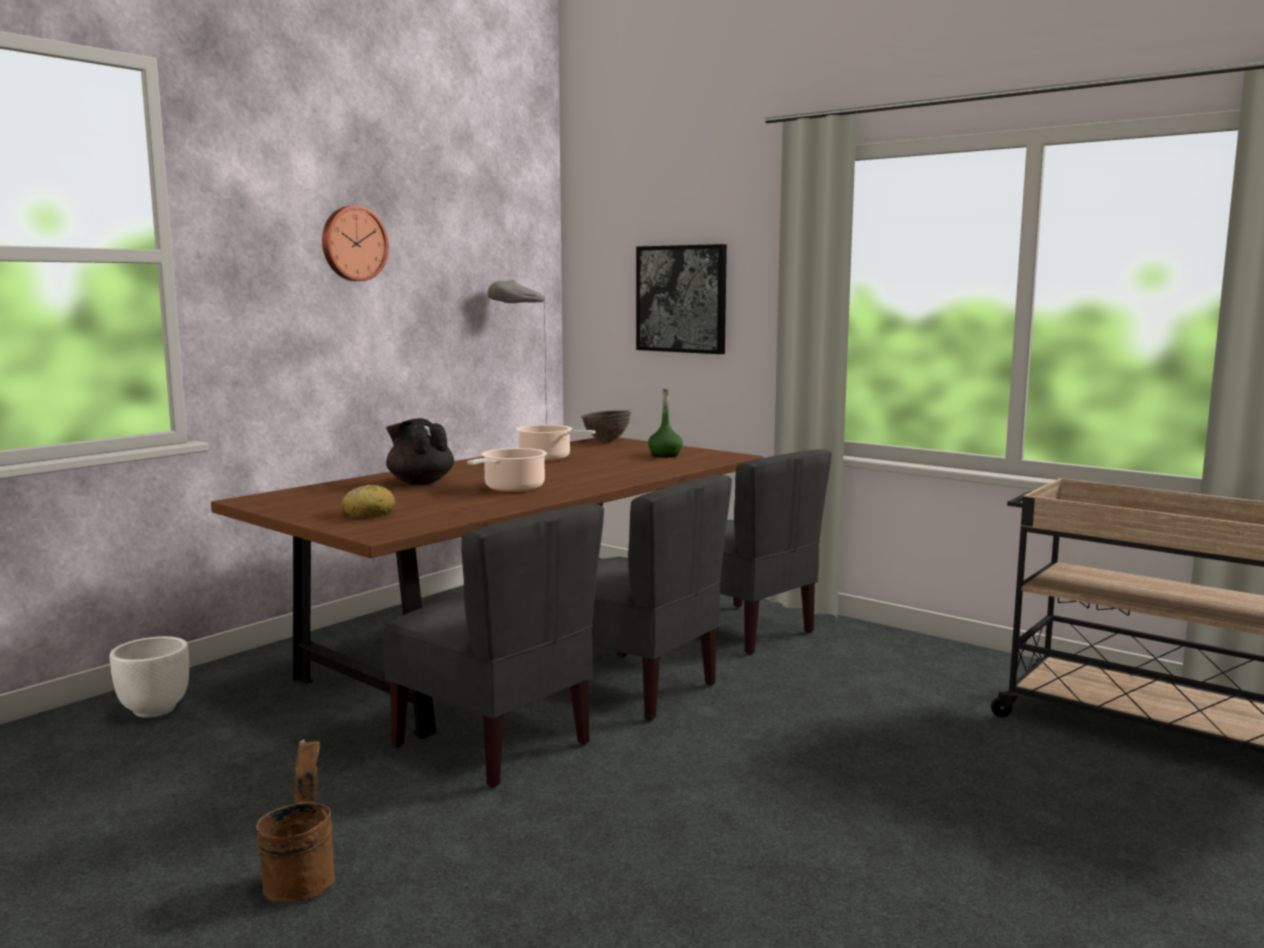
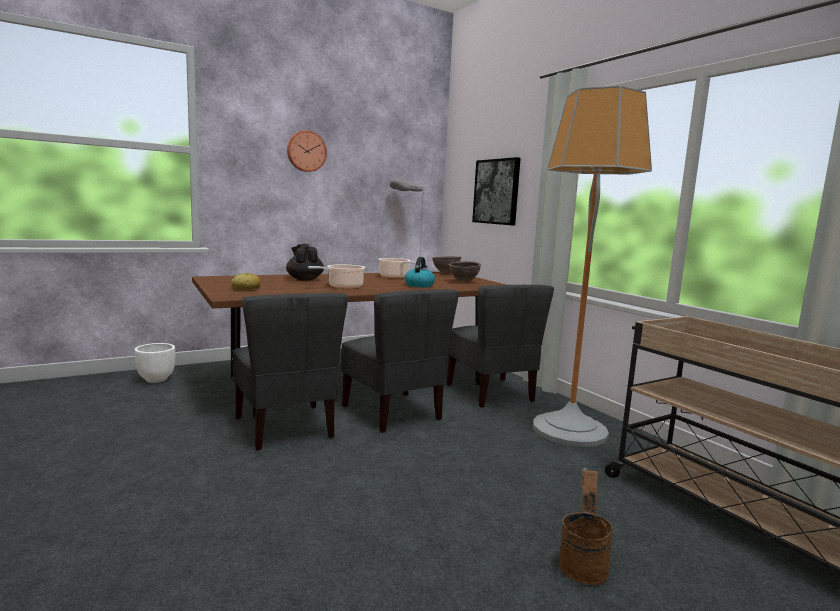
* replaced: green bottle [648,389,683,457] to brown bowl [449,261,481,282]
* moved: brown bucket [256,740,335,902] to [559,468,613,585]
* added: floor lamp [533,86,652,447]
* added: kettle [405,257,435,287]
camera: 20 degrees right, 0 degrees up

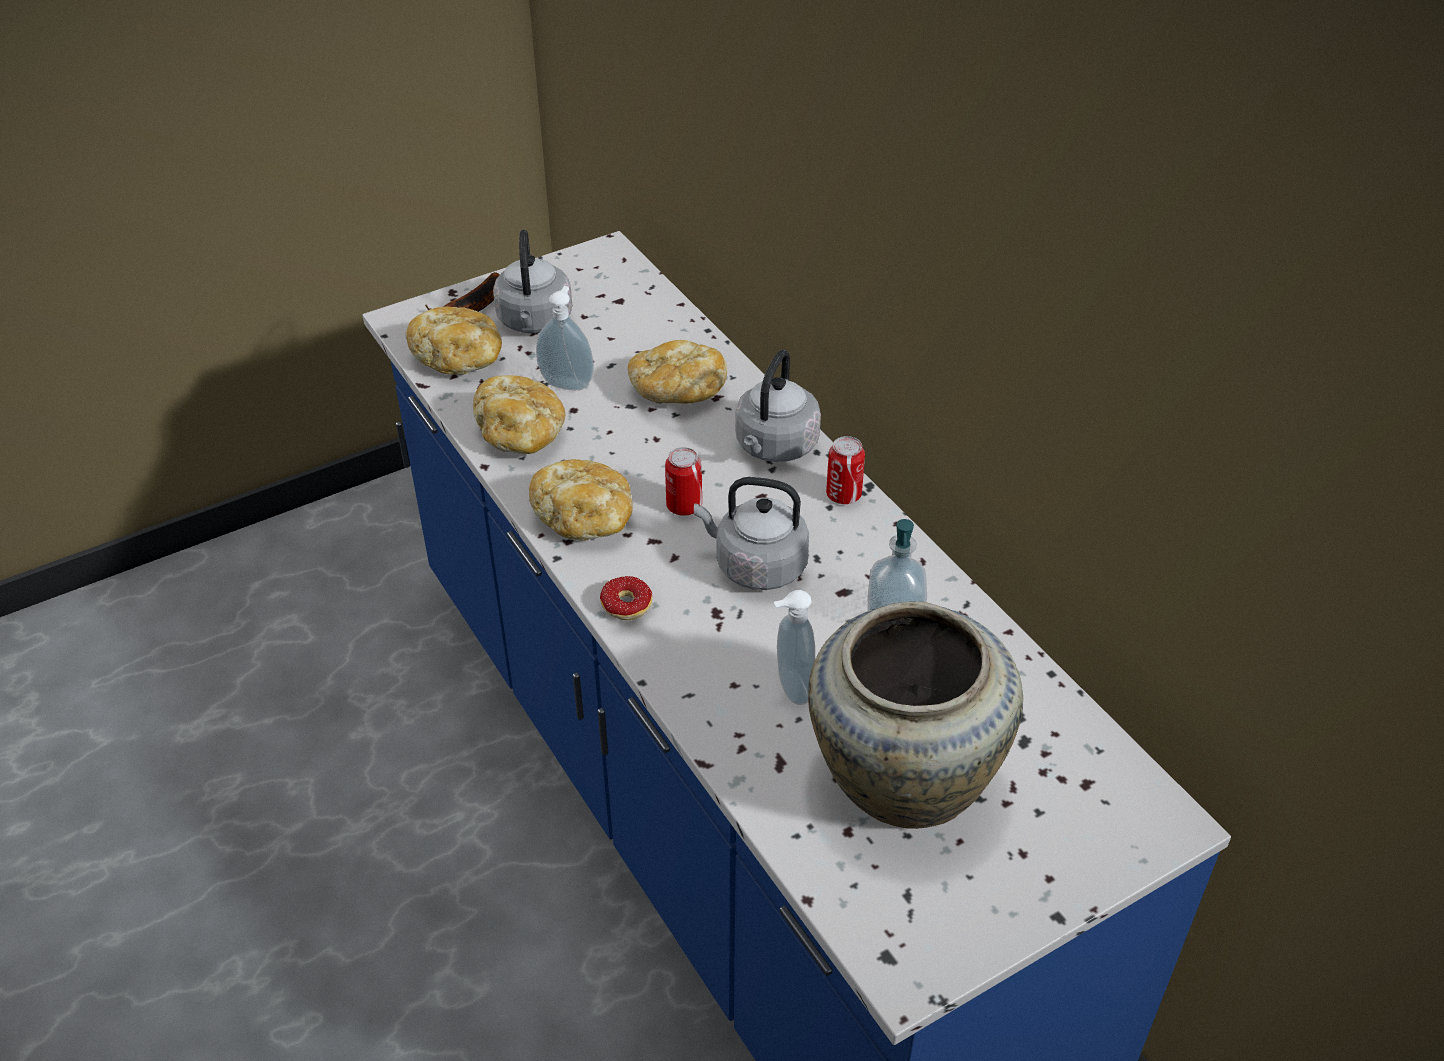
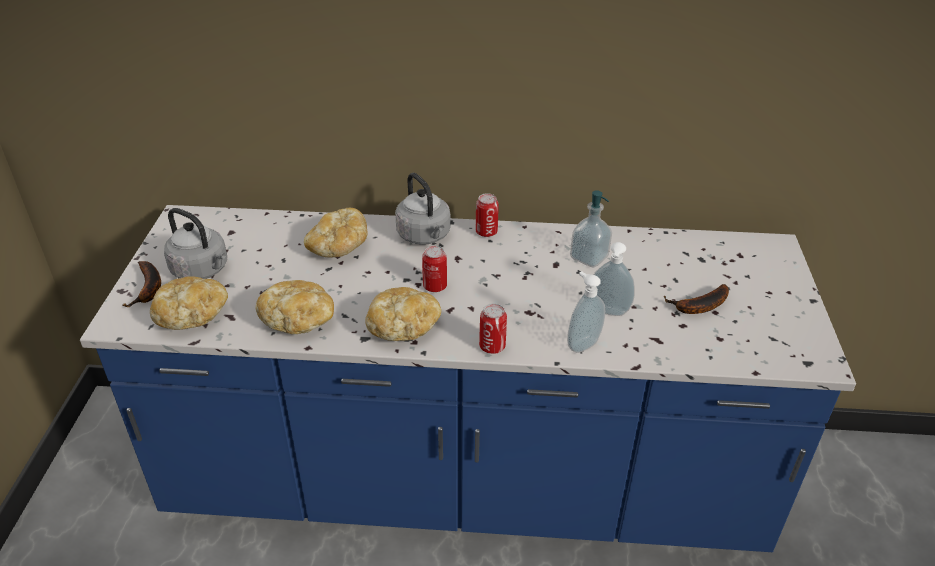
* moved: soap dispenser [536,286,594,390] to [567,271,605,353]
* removed: grey kettle [694,477,809,590]
* replaced: donut [600,576,652,620] to can [479,303,507,354]
* replaced: beige vase [808,602,1023,829] to banana [664,284,729,314]
camera: 55 degrees left, 5 degrees down

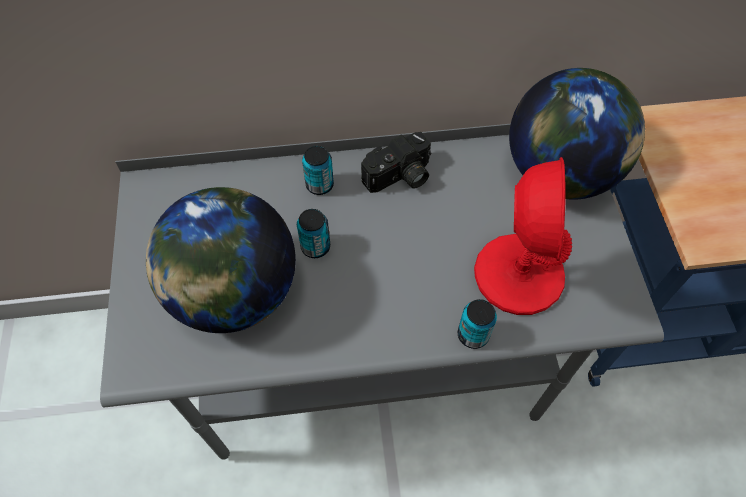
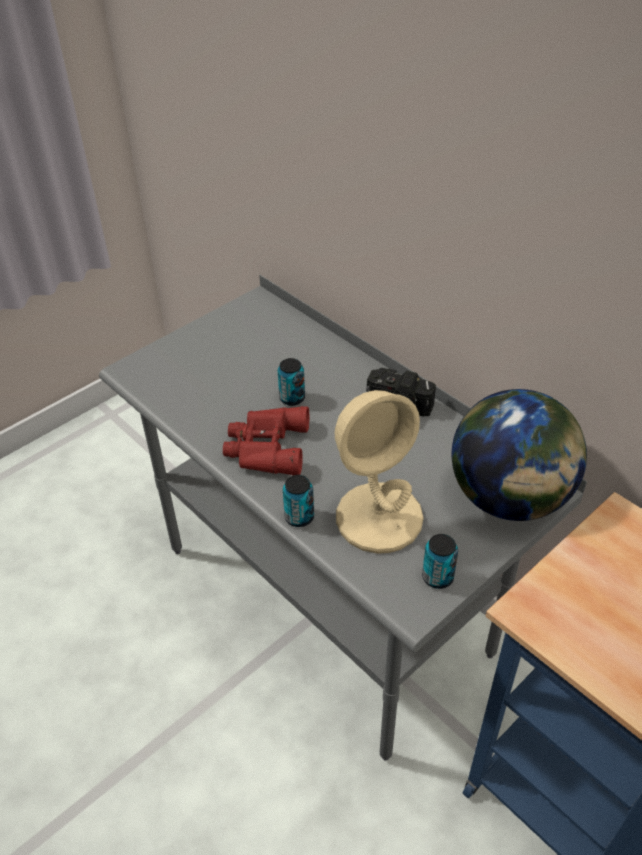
* moved: can [302,146,334,195] to [422,534,458,589]
* recoloured: red table lamp [474,157,572,315] to beige table lamp [335,390,424,554]
* removed: globe [146,187,296,333]
* added: red binoculars [223,406,309,475]
camera: 55 degrees right, 15 degrees down

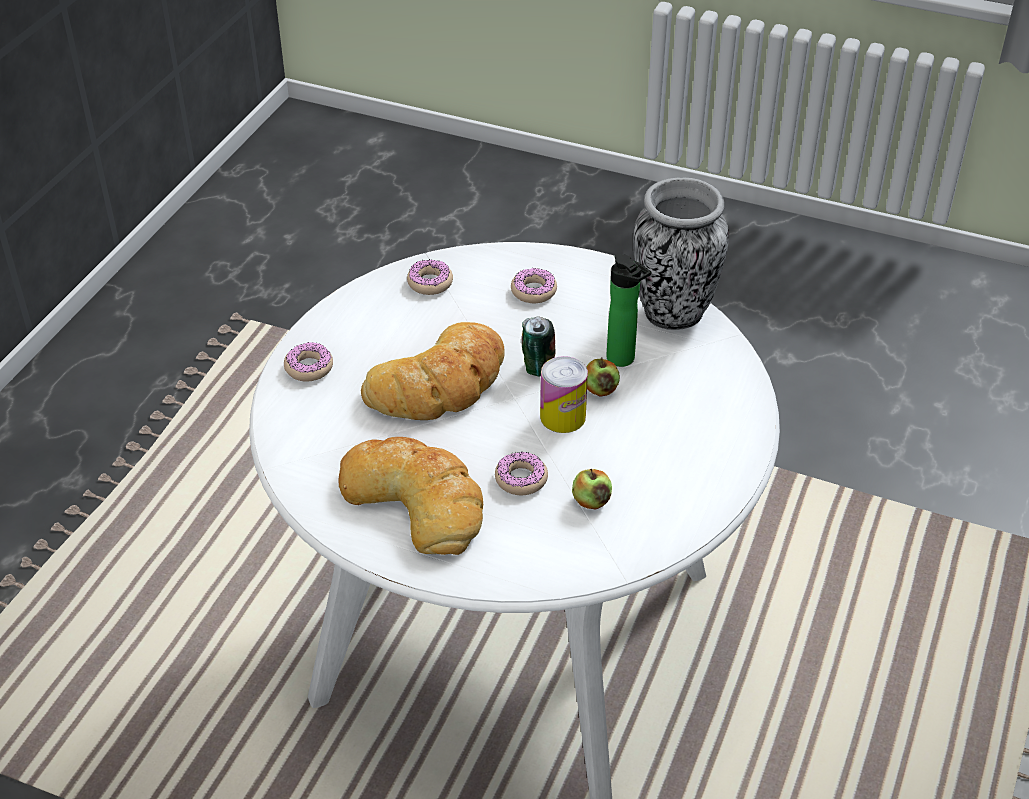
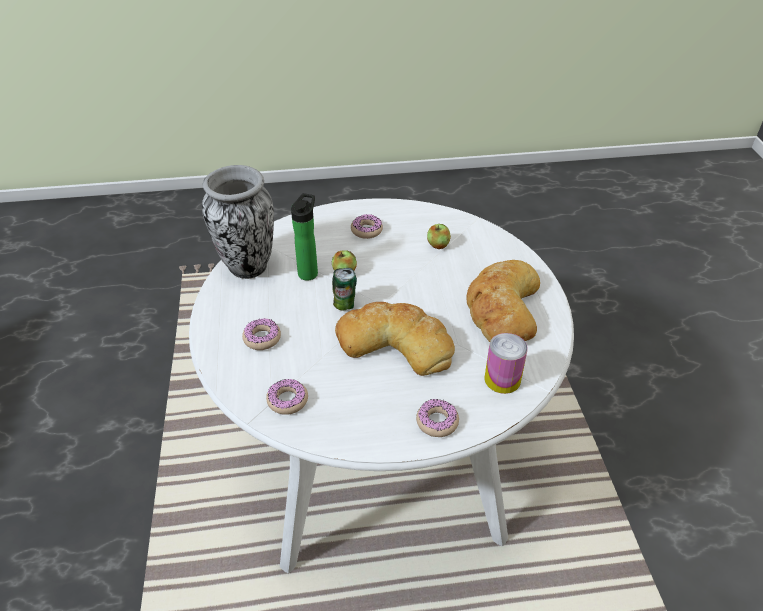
* moved: can [540,356,588,433] to [485,333,528,394]
* moved: donut [495,451,548,495] to [351,214,383,239]
camera: 120 degrees left, 0 degrees up

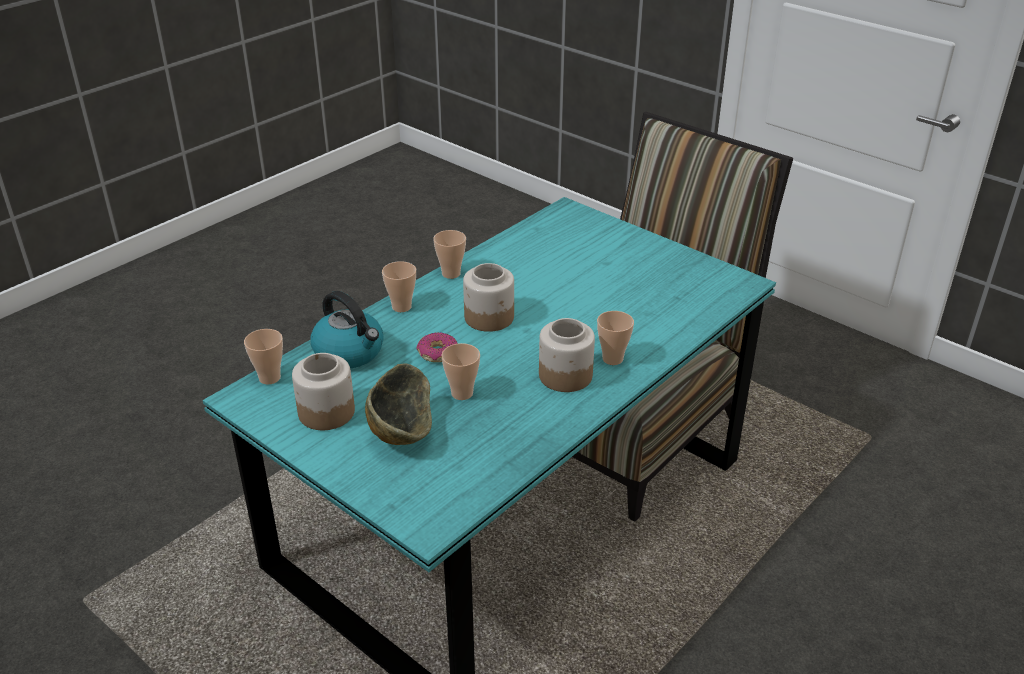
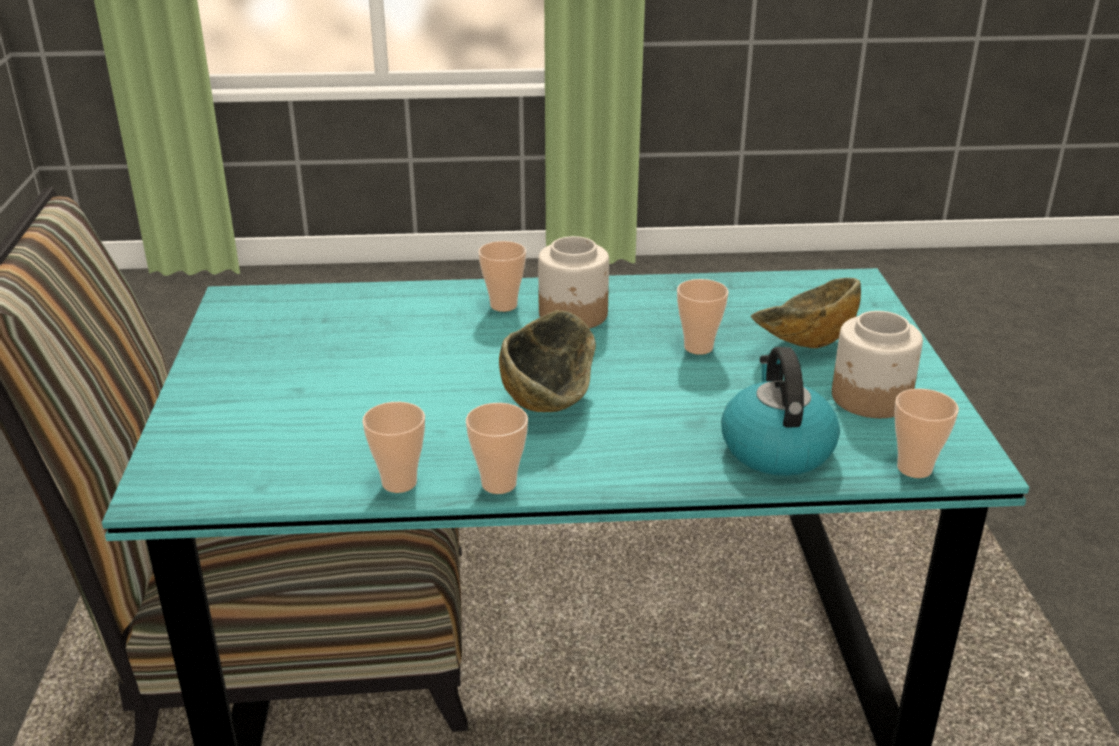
* moved: cup [382,261,416,312] to [362,402,425,493]
* replaced: jar [463,263,514,332] to bowl [499,310,596,412]
* removed: donut [417,332,457,362]
camera: 135 degrees left, 5 degrees down

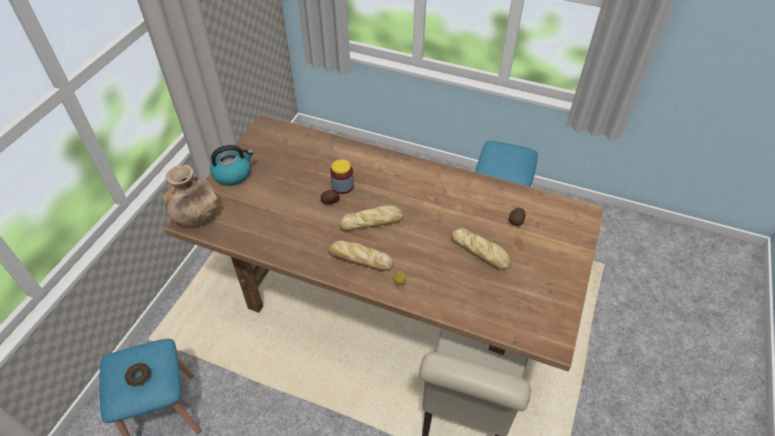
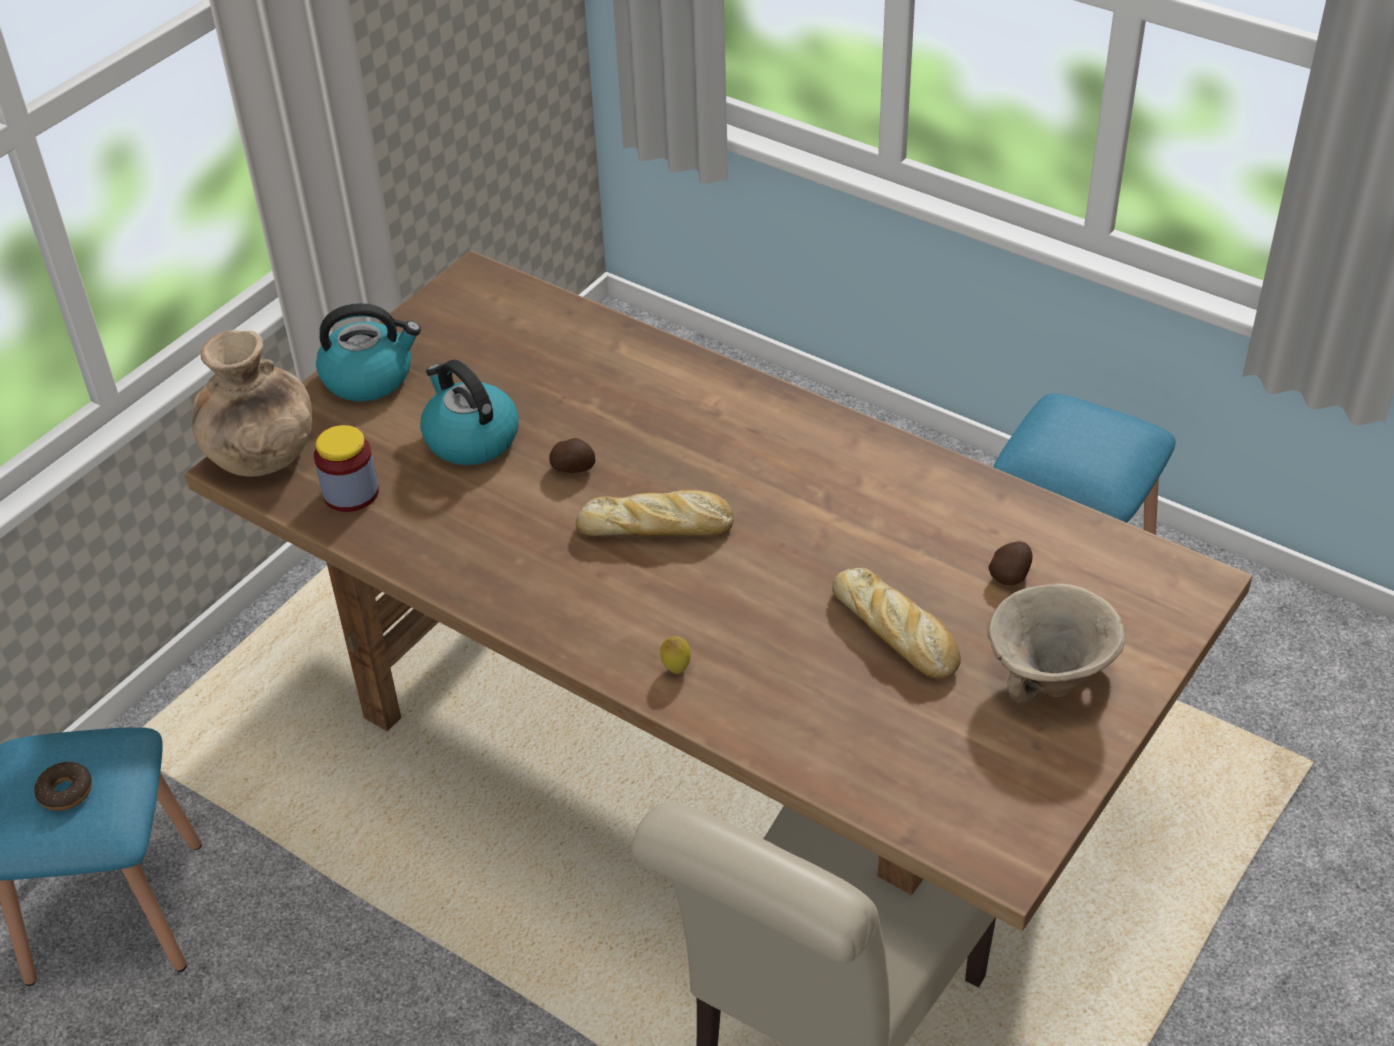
* moved: jar [330,159,354,194] to [314,425,379,512]
* removed: bread [328,240,394,271]
* added: kettle [420,360,519,465]
* added: beige bowl [988,583,1126,704]
camera: 15 degrees right, 5 degrees down

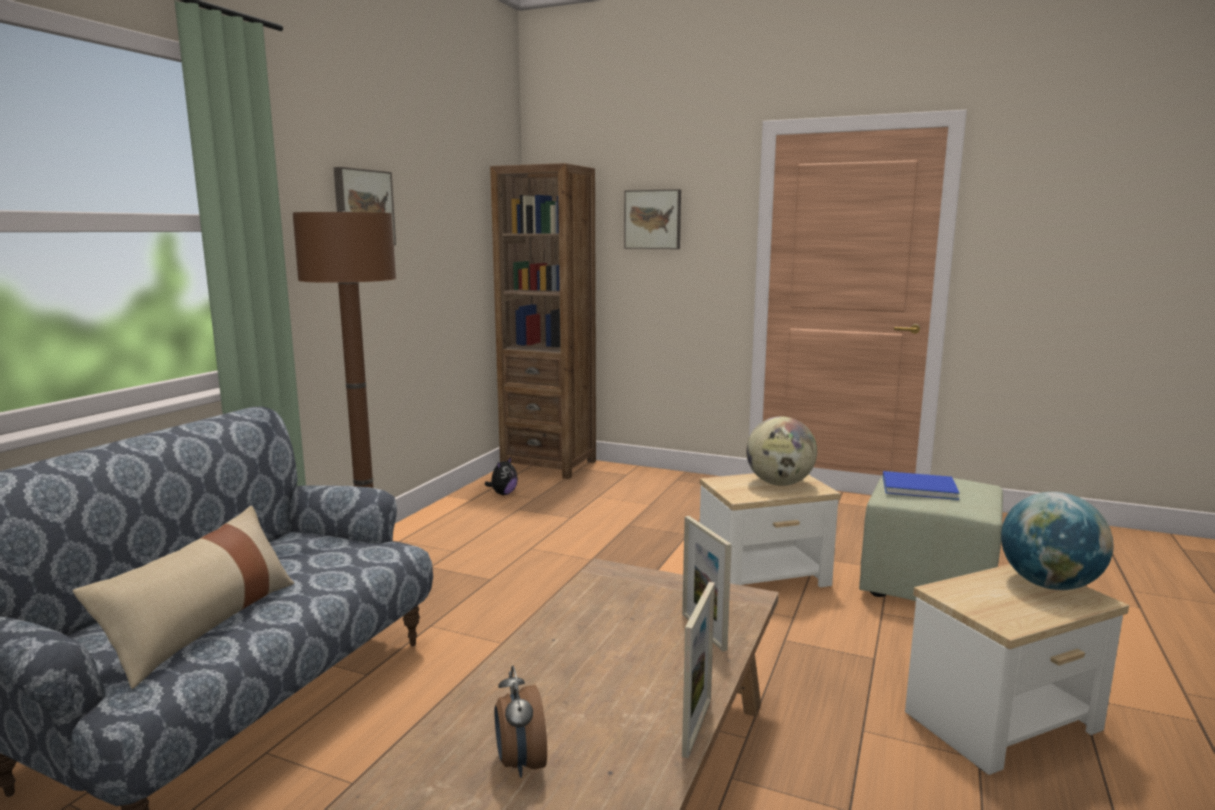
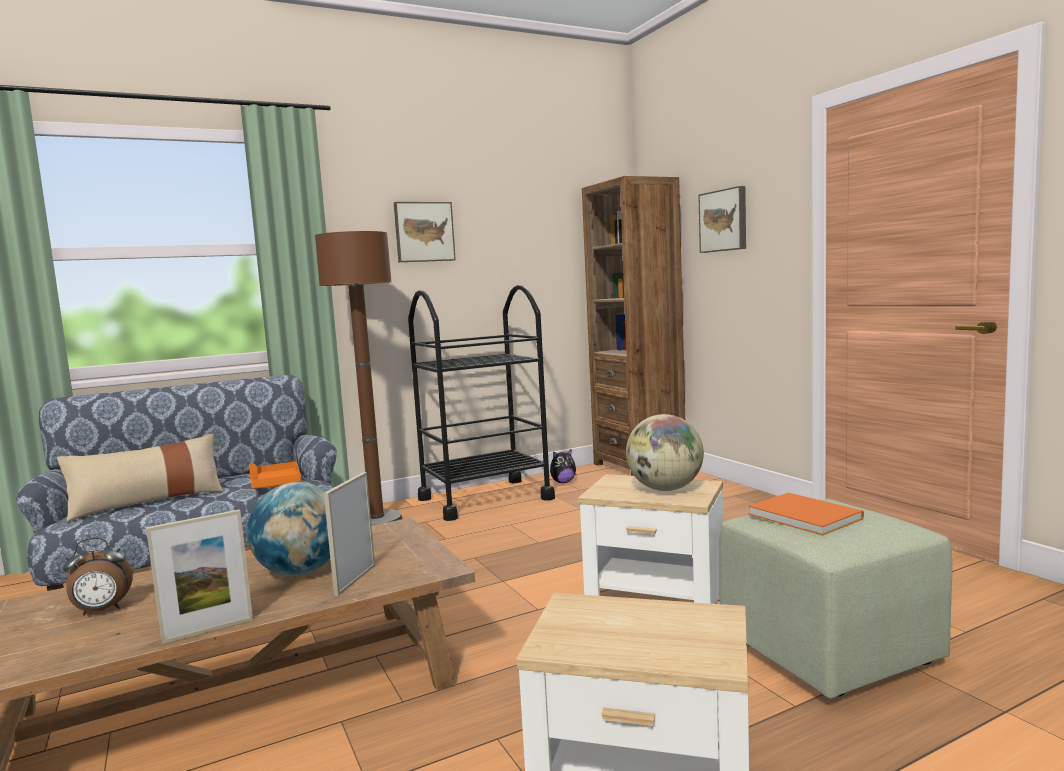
* recoloured: blue book [883,471,960,500] to orange book [748,493,864,536]
* moved: globe [1001,492,1114,590] to [247,482,330,576]
* turned: alarm clock [495,666,547,778] = [63,537,133,615] 135 degrees counterclockwise
* added: black cart [408,285,555,521]
* added: orange tray [249,461,302,489]
camera: 40 degrees right, 5 degrees down

